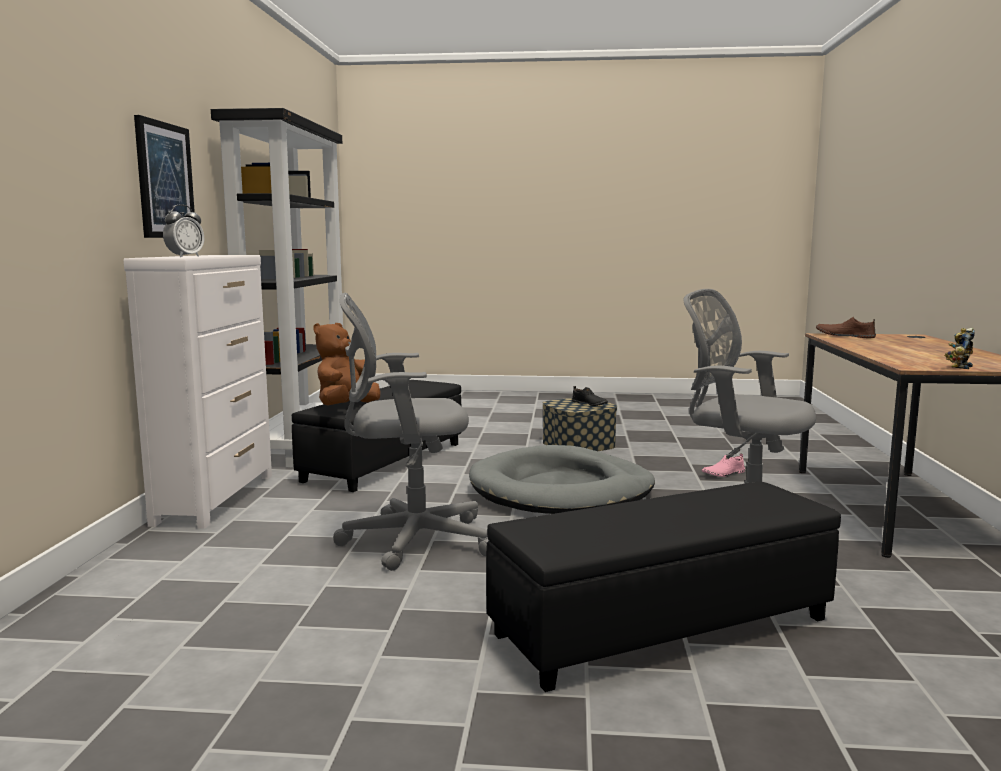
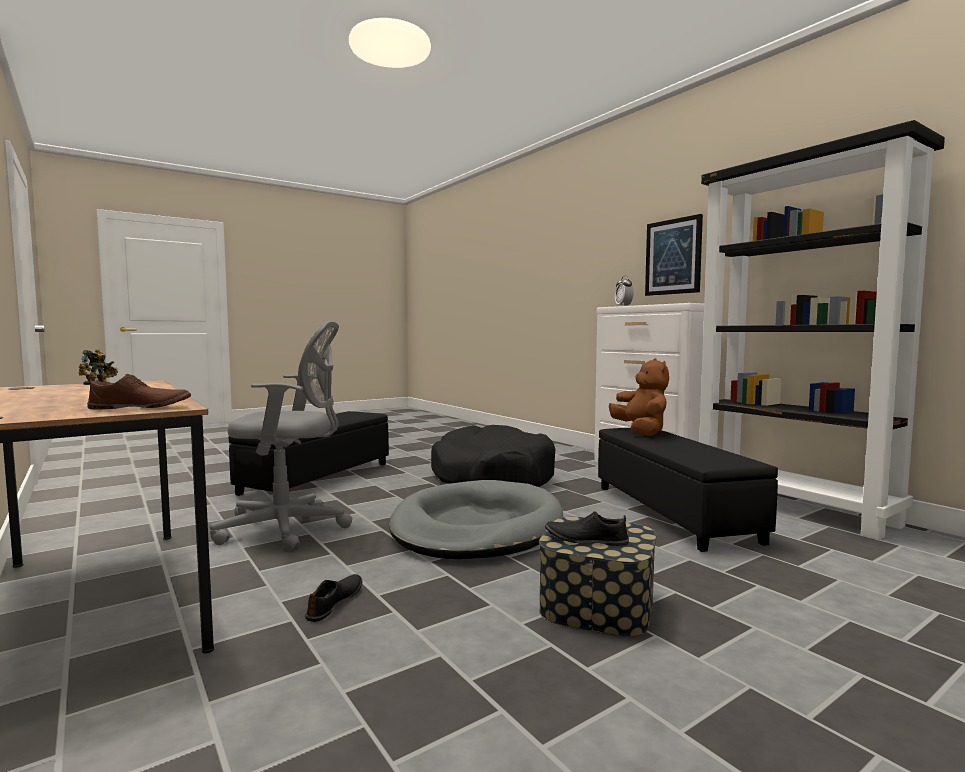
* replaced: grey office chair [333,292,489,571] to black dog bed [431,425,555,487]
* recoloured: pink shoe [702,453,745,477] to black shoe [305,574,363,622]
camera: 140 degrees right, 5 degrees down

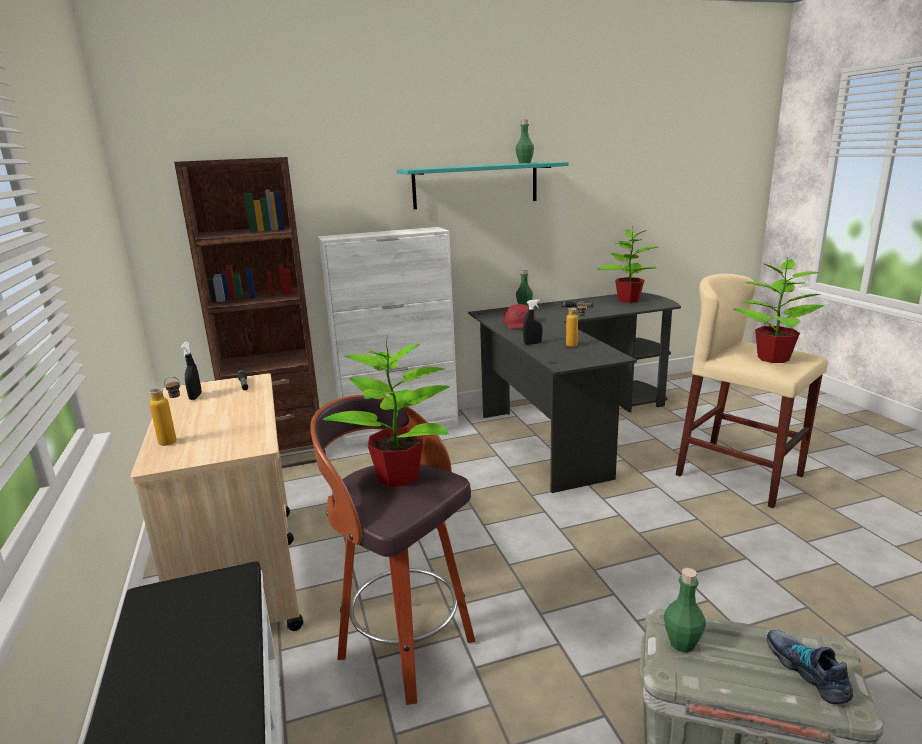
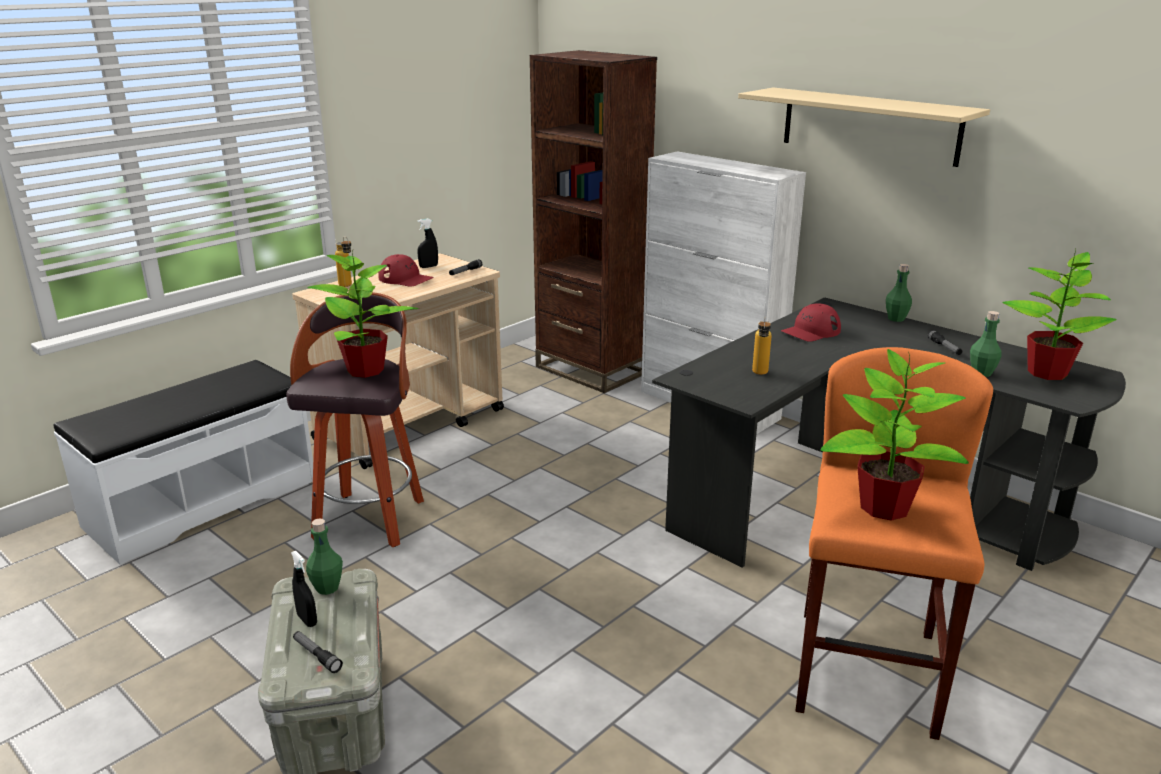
* moved: green bottle [516,120,534,163] to [970,311,1002,377]
* recoloured: turquoise shelf [397,162,569,209] to beige shelf [738,88,990,167]
* recoloured: beige stool [676,274,828,508] to orange stool [795,347,993,740]
* moved: black spray bottle [523,299,542,345] to [291,550,317,627]
* replaced: shoe [767,630,853,705] to flashlight [293,631,343,673]
* added: red cap [378,254,434,287]
camera: 60 degrees right, 5 degrees up

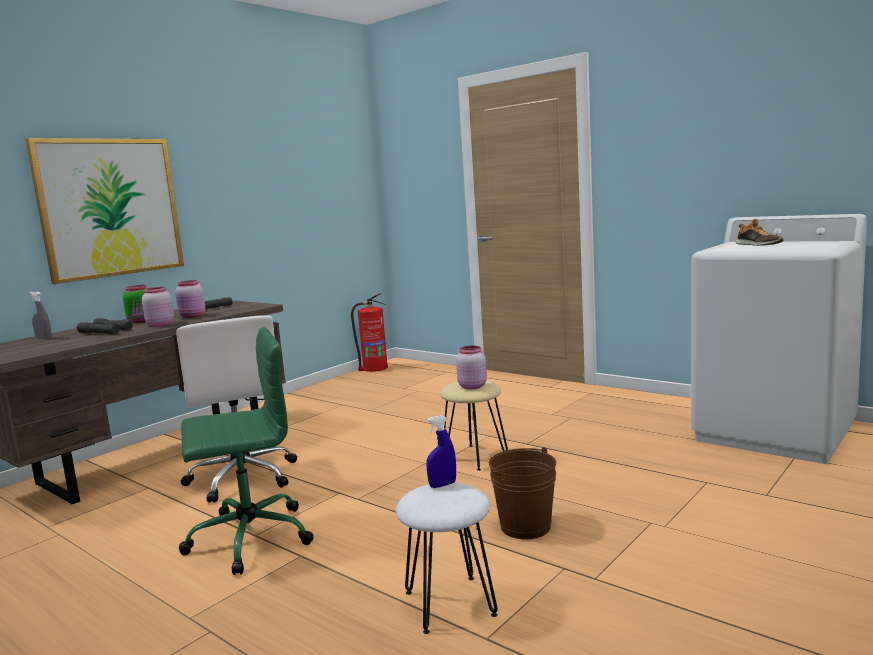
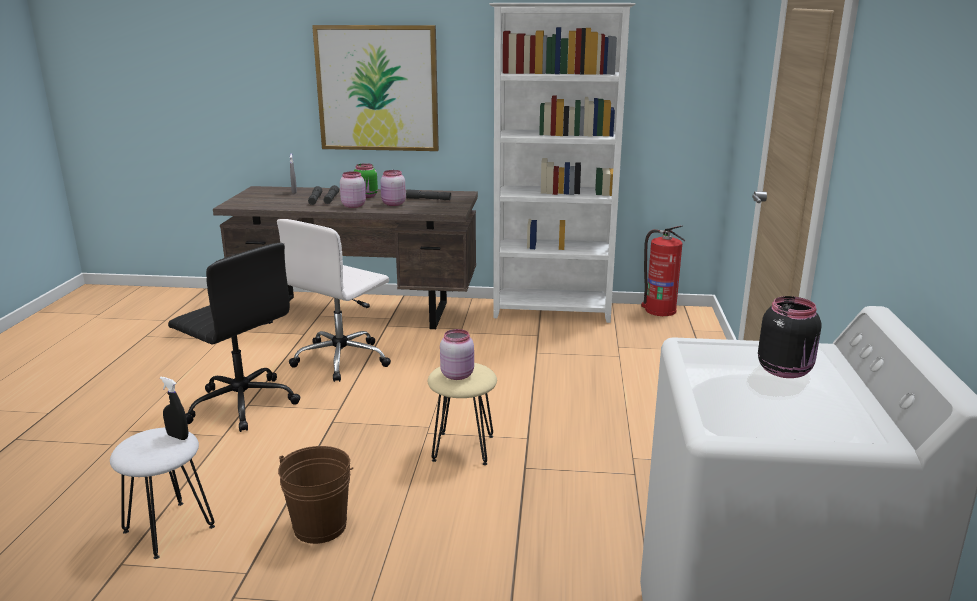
* replaced: shoe [735,219,783,246] to black jar [758,296,822,378]
* recoloured: green office chair [179,327,313,575] to black office chair [168,243,300,432]
* recoloured: blue spray bottle [426,415,456,488] to black spray bottle [160,377,189,440]
* added: white bookcase [489,3,636,323]
camera: 55 degrees right, 10 degrees up

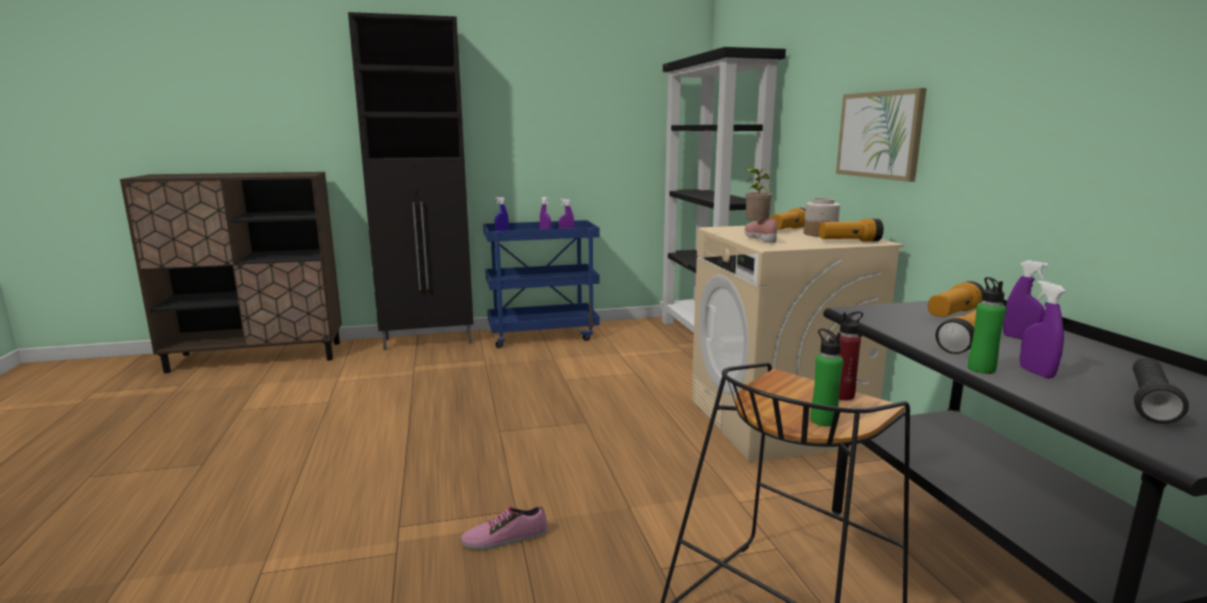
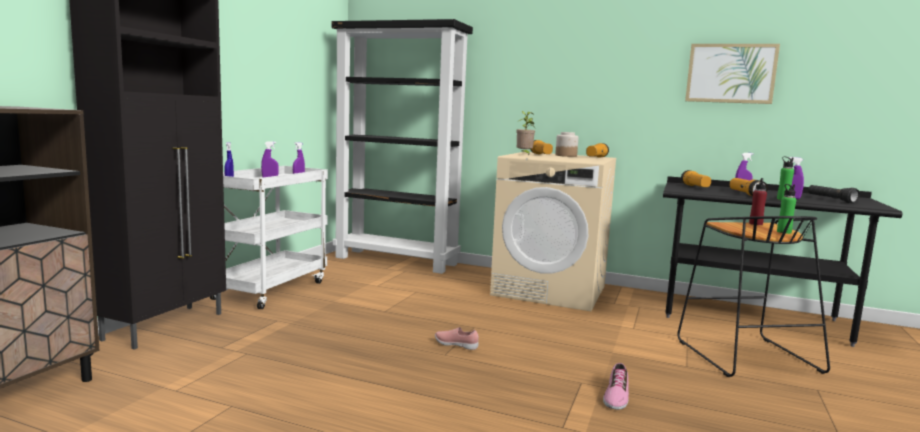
* moved: picture [836,88,927,182] to [685,44,780,104]
* moved: pink shoe [745,217,777,243] to [435,327,479,350]
* recoloured: blue cart [483,220,600,348] to white cart [210,166,328,309]
camera: 55 degrees left, 5 degrees down

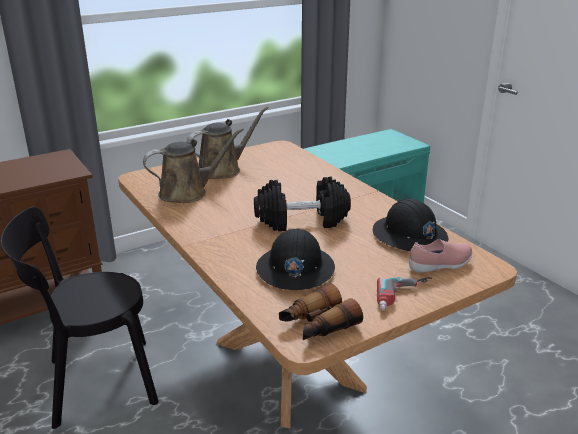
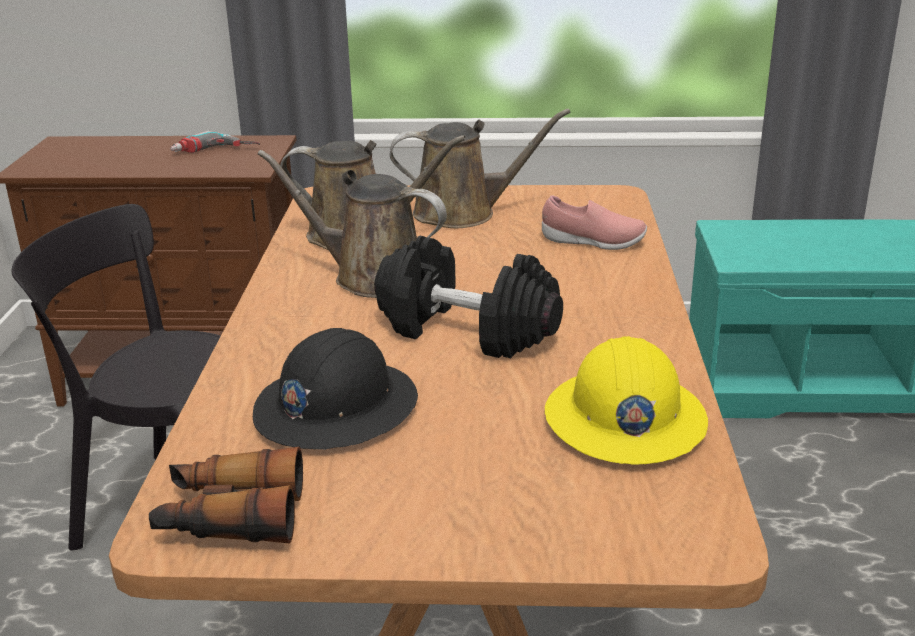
* recoloured: black hard hat [373,199,448,251] to yellow hard hat [545,336,708,465]
* moved: pink shoe [409,239,472,273] to [542,195,647,250]
* moved: power drill [377,277,432,311] to [170,131,260,153]
* added: brown watering can [258,150,447,298]
camera: 35 degrees right, 0 degrees up

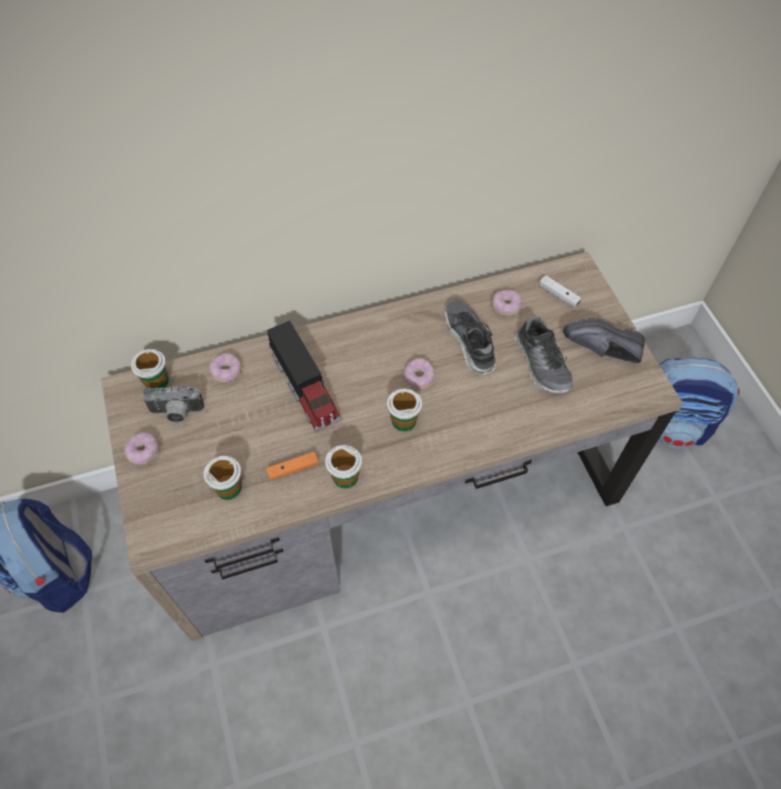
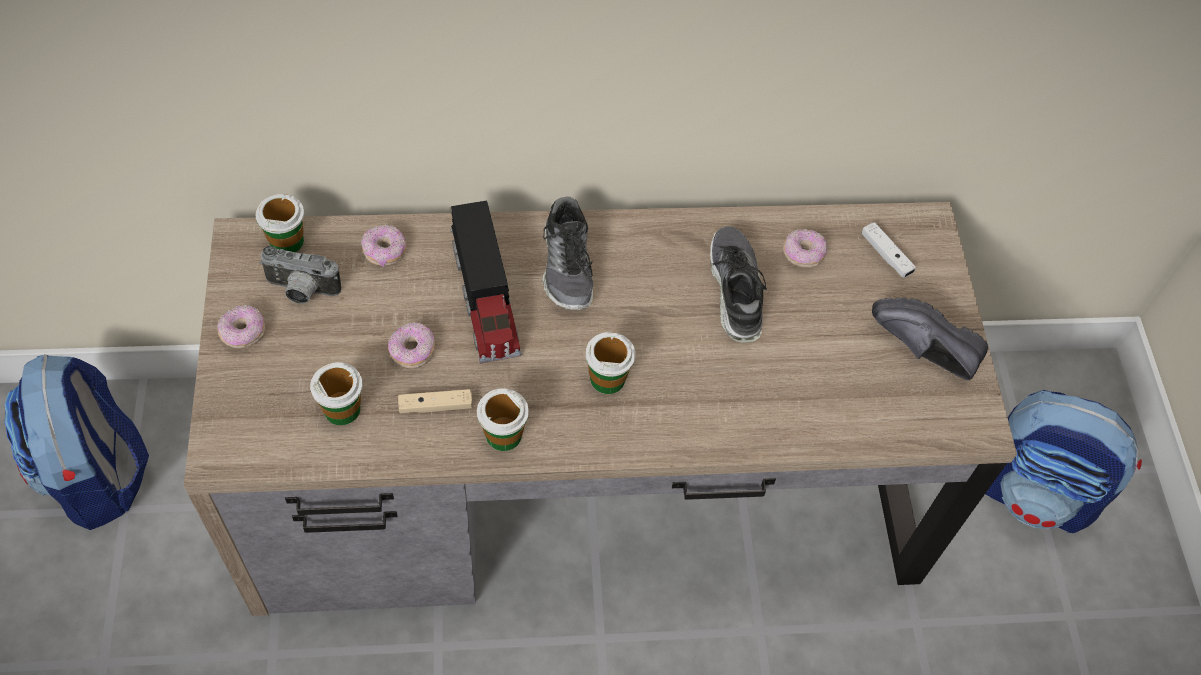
* moved: shoe [515,316,573,393] to [543,197,593,310]
* moved: donut [403,358,435,389] to [388,322,435,368]
* recoloured: orange game controller [266,452,318,481] to beige game controller [398,389,472,413]
camera: 10 degrees right, 0 degrees up

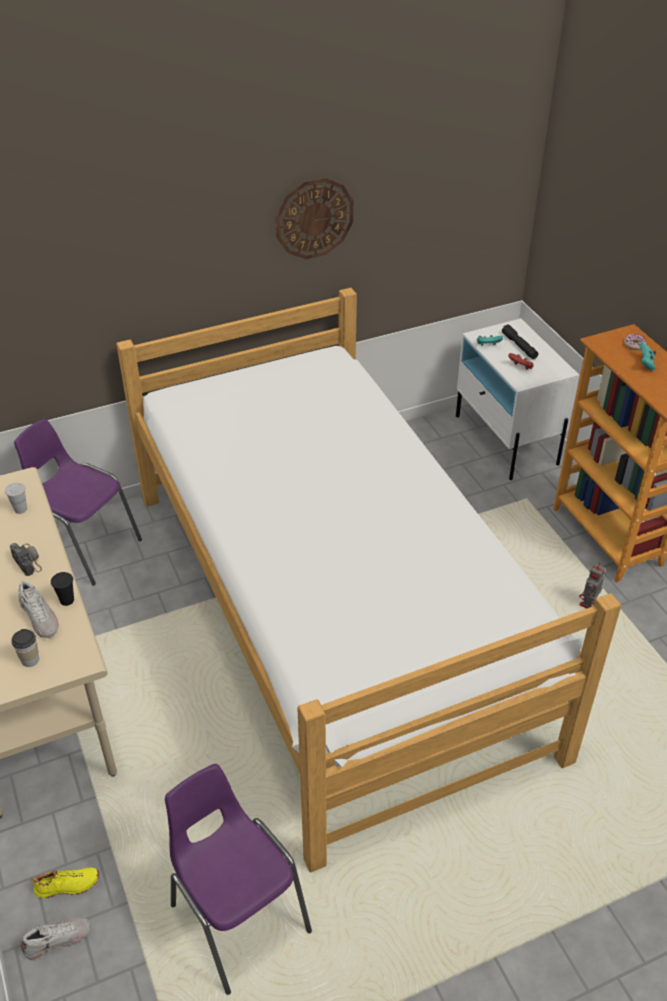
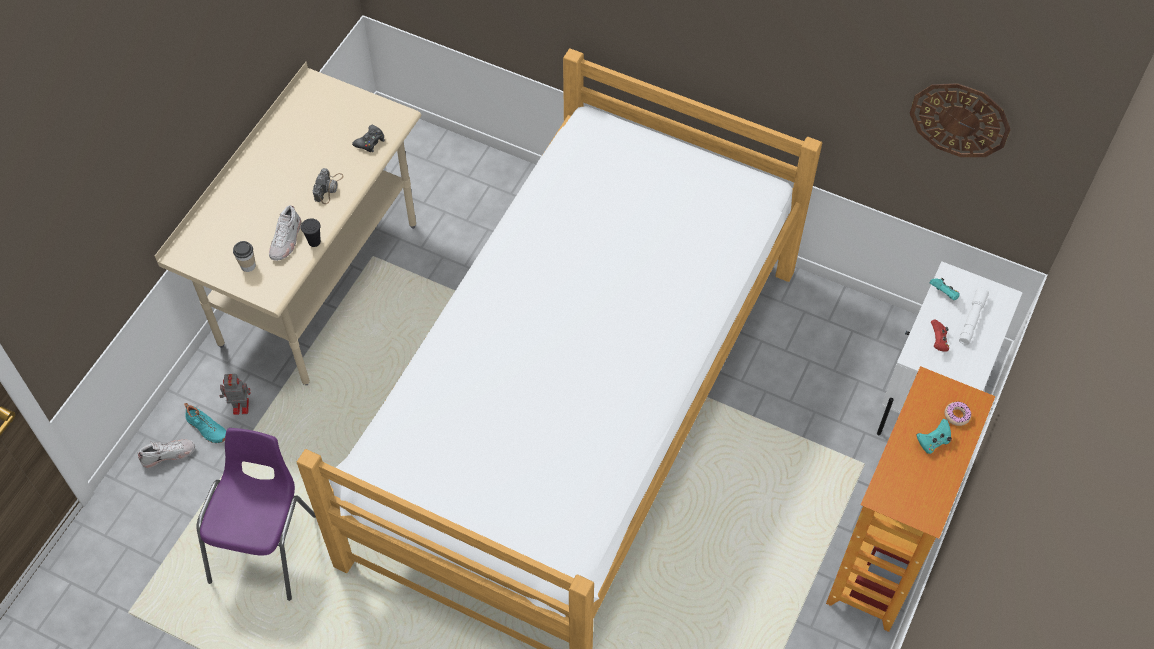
* moved: wall clock [276,178,354,259] to [910,83,1011,157]
* recoloured: black flashlight [502,324,538,359] to white flashlight [959,287,989,345]
* removed: purple chair [14,419,142,586]
* replaced: white cup [5,483,27,514] to black game controller [352,125,385,152]
* moved: toy robot [579,563,605,609] to [219,374,251,415]
* recoloured: yellow shoe [30,868,99,898] to turquoise shoe [184,403,226,443]
* turned: white shoe [20,918,90,960] = [138,440,195,468] 45 degrees counterclockwise
camera: 50 degrees right, 15 degrees up

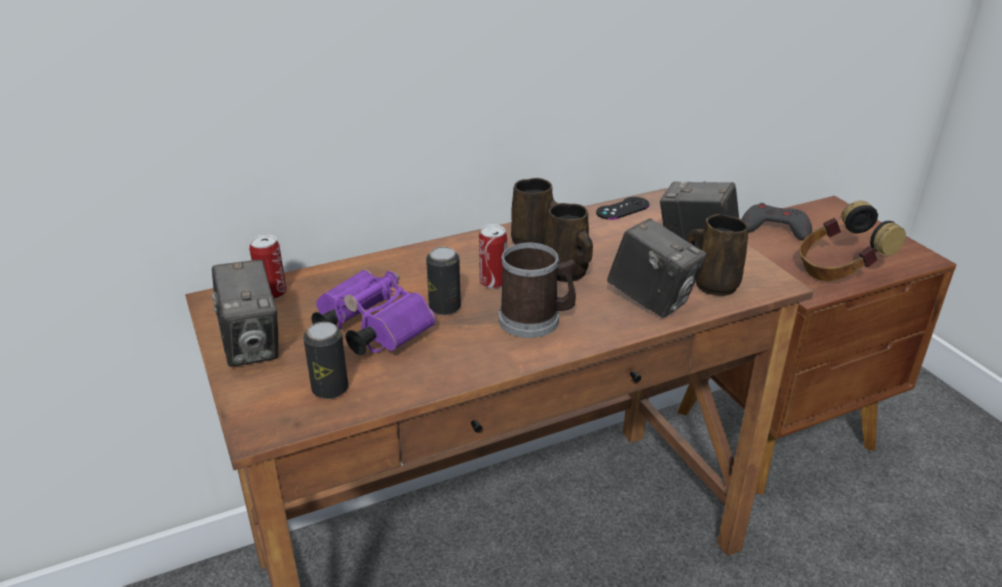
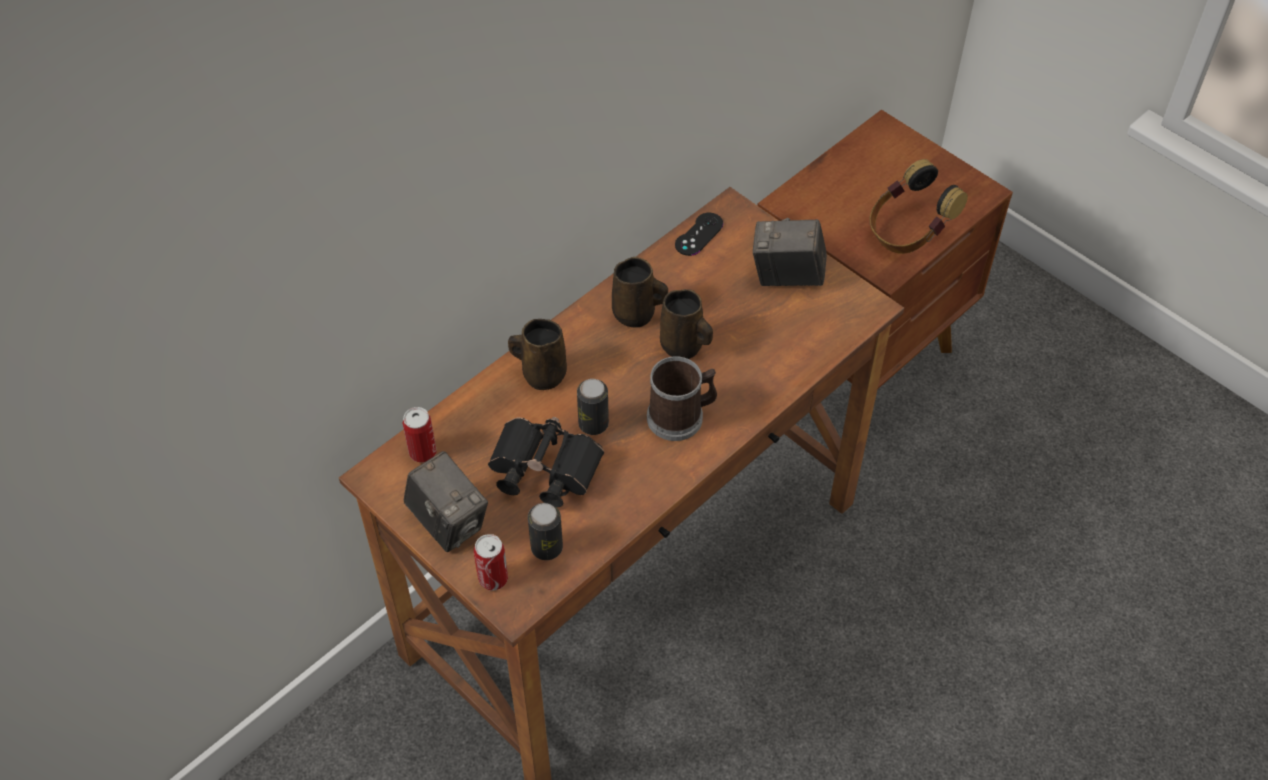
* removed: grey game controller [741,203,812,241]
* moved: brown mug [687,214,749,296] to [508,319,567,390]
* removed: photo camera [607,218,707,318]
* moved: can [479,224,507,289] to [474,534,508,590]
* recoloured: purple binoculars [311,269,436,355] to black binoculars [488,417,604,507]
camera: 20 degrees left, 20 degrees up

